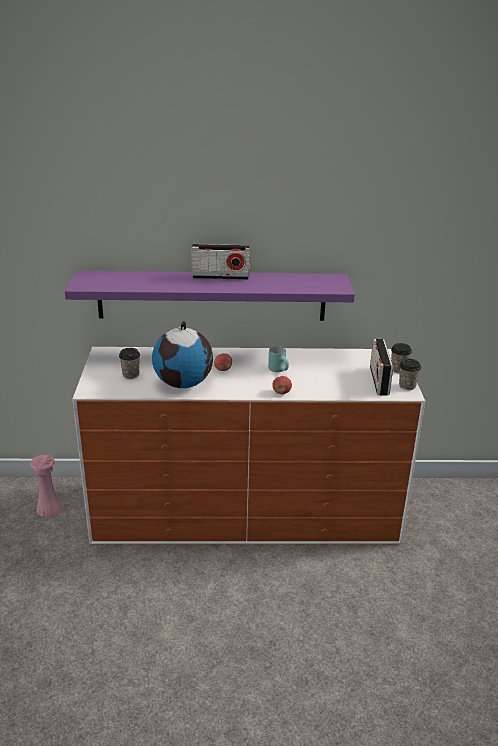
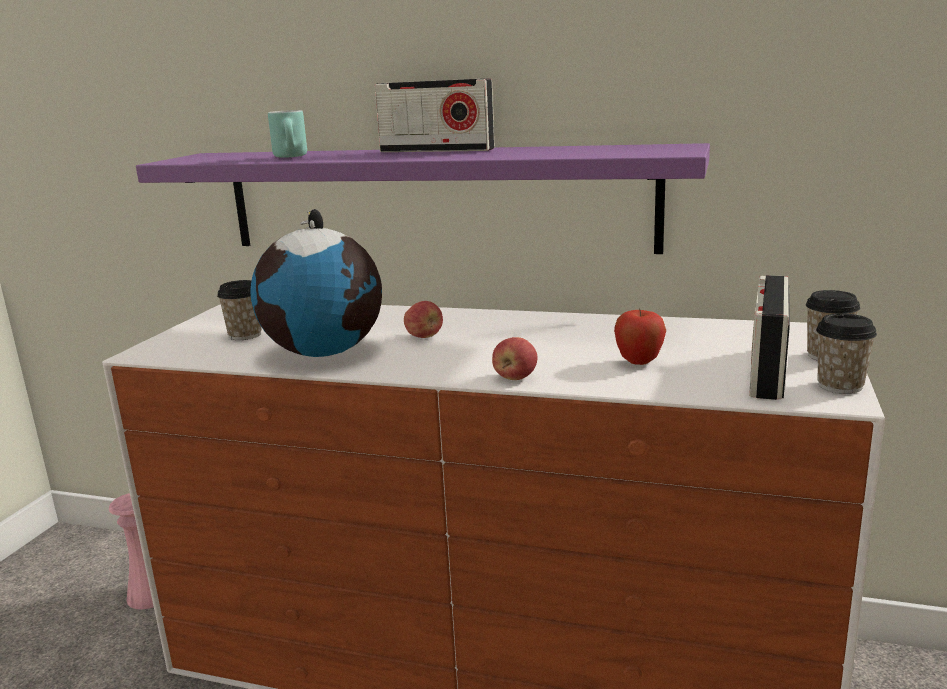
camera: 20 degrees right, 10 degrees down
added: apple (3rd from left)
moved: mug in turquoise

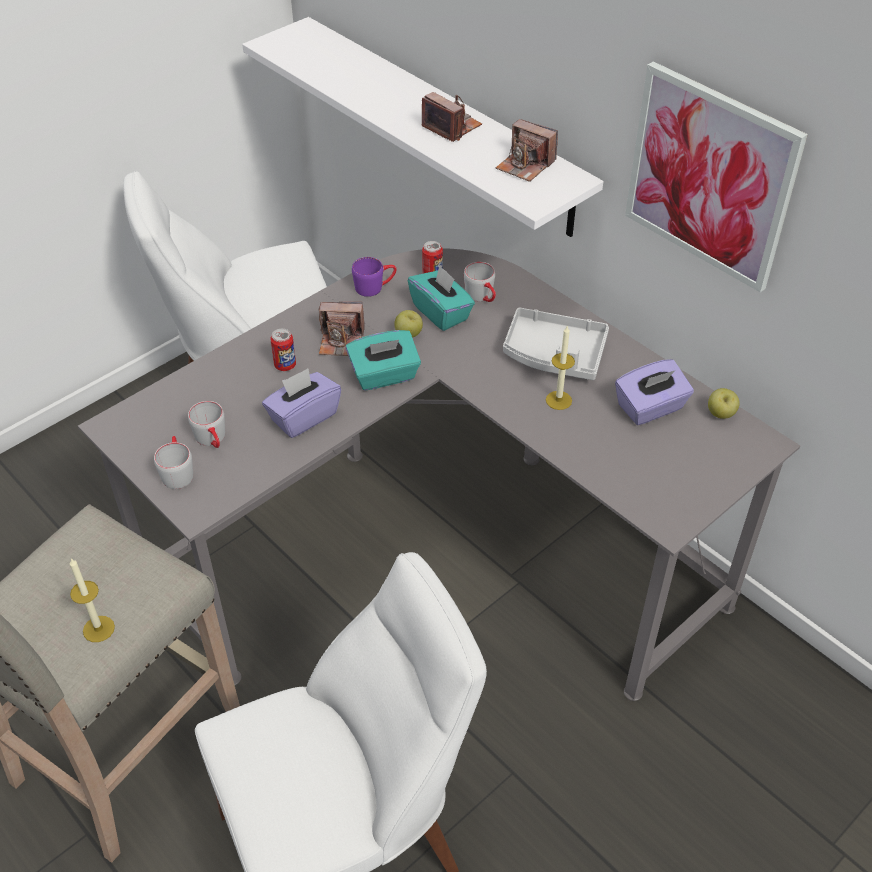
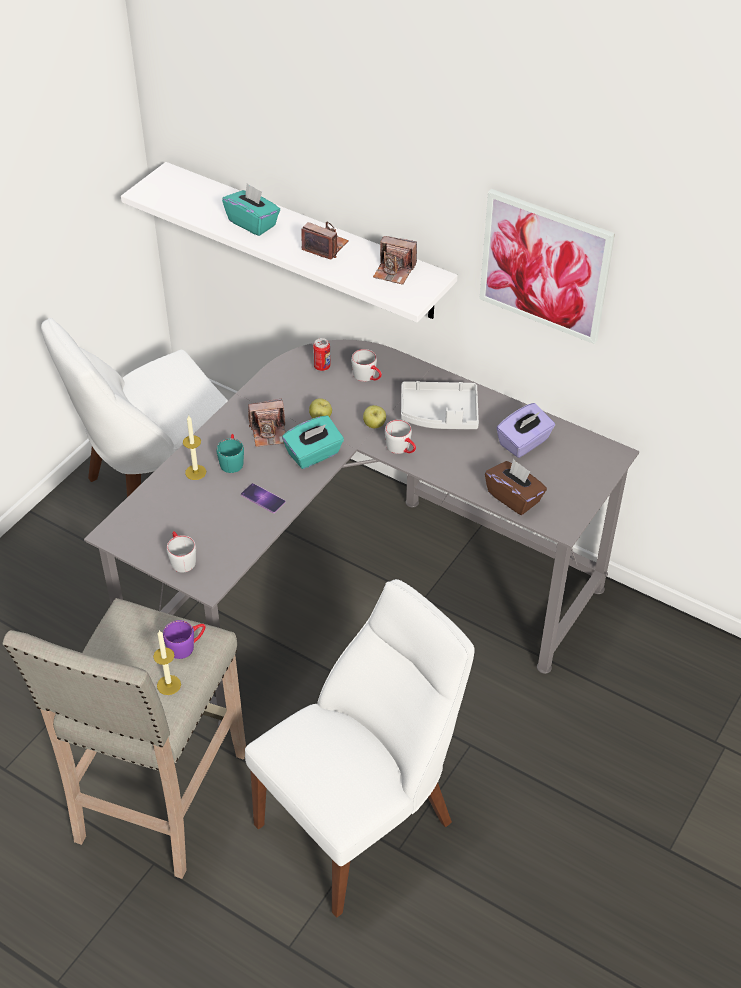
camera: 15 degrees left, 0 degrees up
added: tissue box in brown
moved: mug in grey (2nd from left in the first image) to mug in grey (3rd from left); mug in purple; tissue box in turquoise (2nd from left in the first image) to tissue box in turquoise (1st from left); candle (2nd from left); apple (2nd from left)
replaced: tissue box in purple (1st from left) to phone; can (1st from left) to mug in turquoise

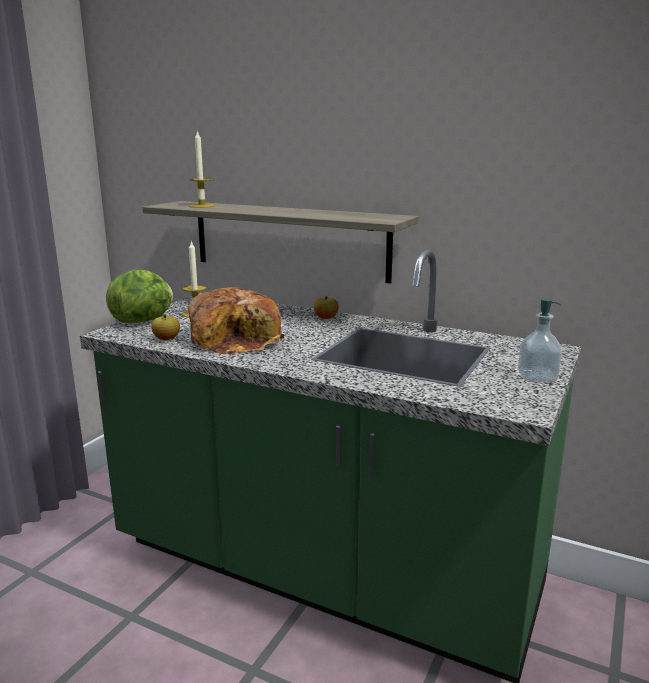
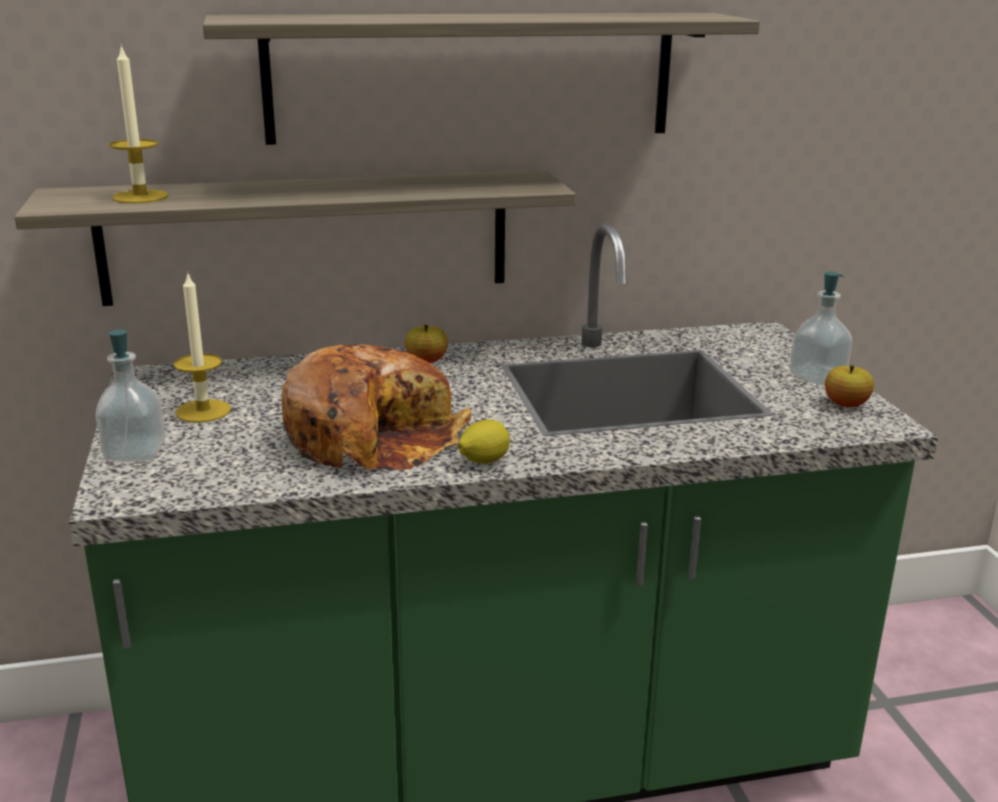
camera: 40 degrees left, 5 degrees up
added: shelf (2nd from left); lemon
moved: apple (1st from left in the first image) to apple (2nd from left)
replaced: lettuce to soap dispenser (1st from left)

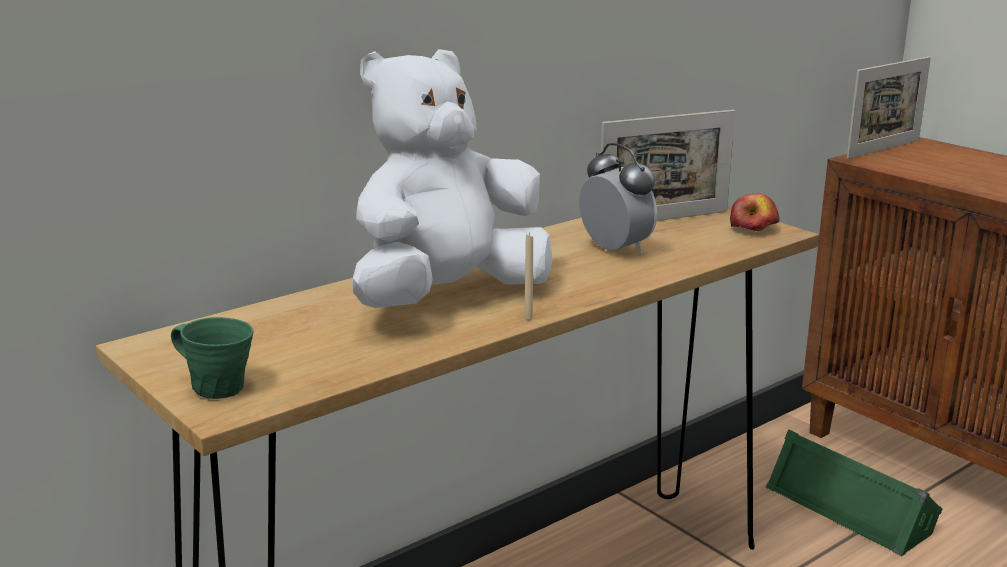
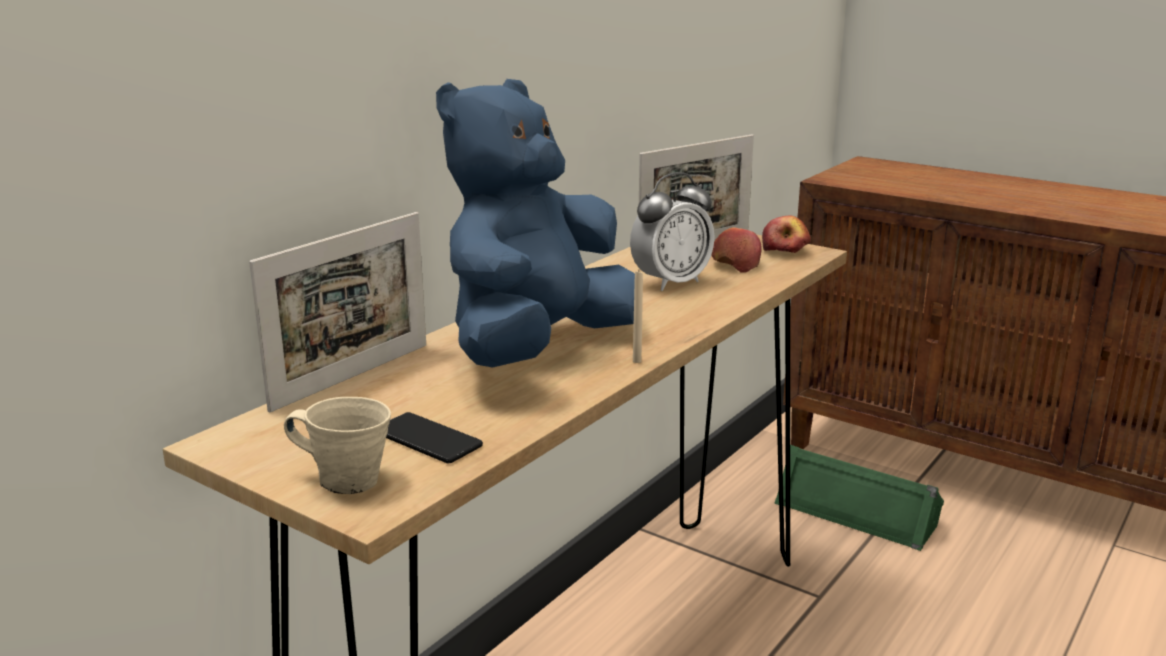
camera: 15 degrees left, 0 degrees up
added: phone; apple (1st from left)
moved: picture frame (2nd from left in the first image) to picture frame (1st from left)
recoloured: mug in green to mug in beige; plush toy in white to plush toy in blue
turned: alarm clock 105 degrees clockwise

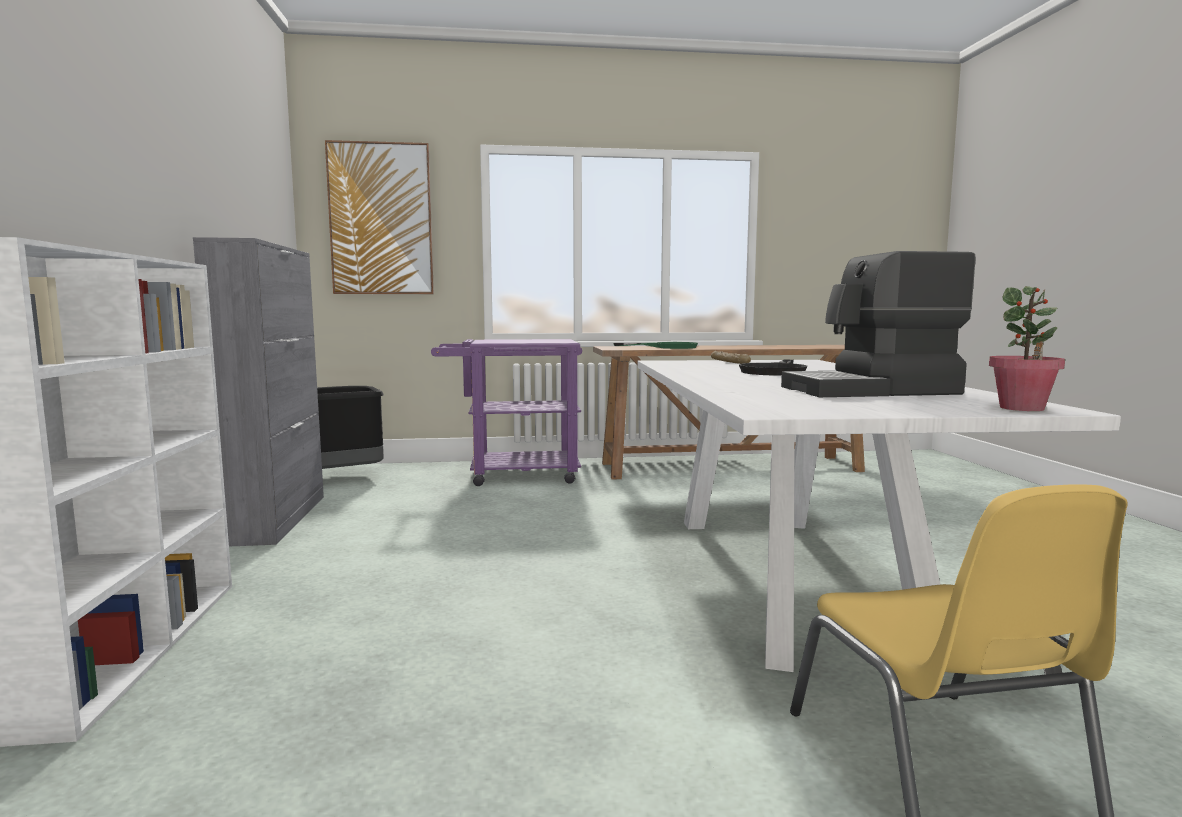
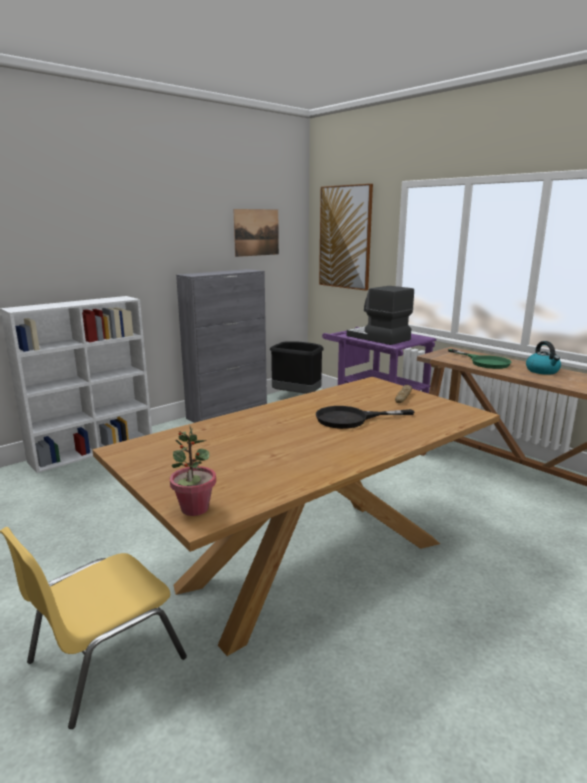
camera: 55 degrees right, 10 degrees up
added: picture (1st from left); kettle
moved: coffee machine
recoloured: dining table in white to dining table in brown

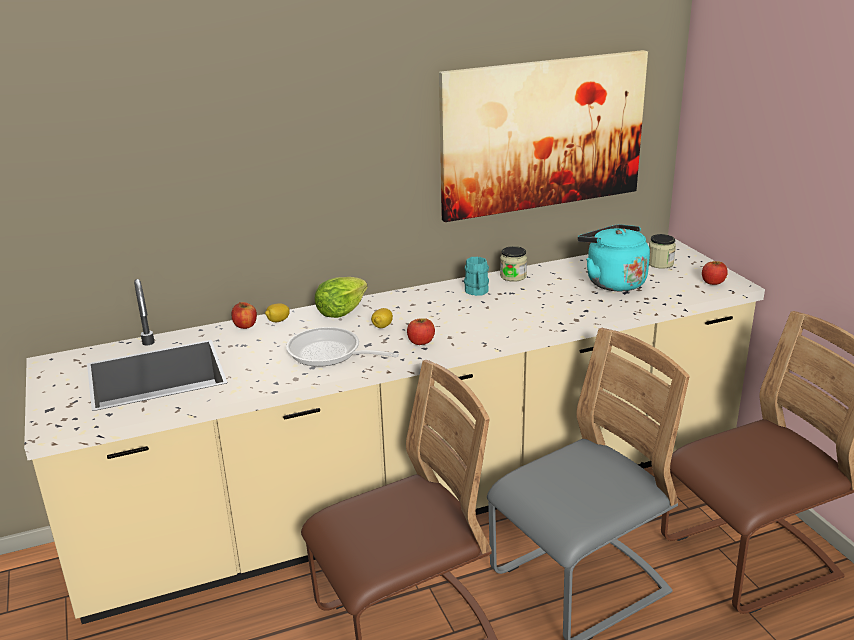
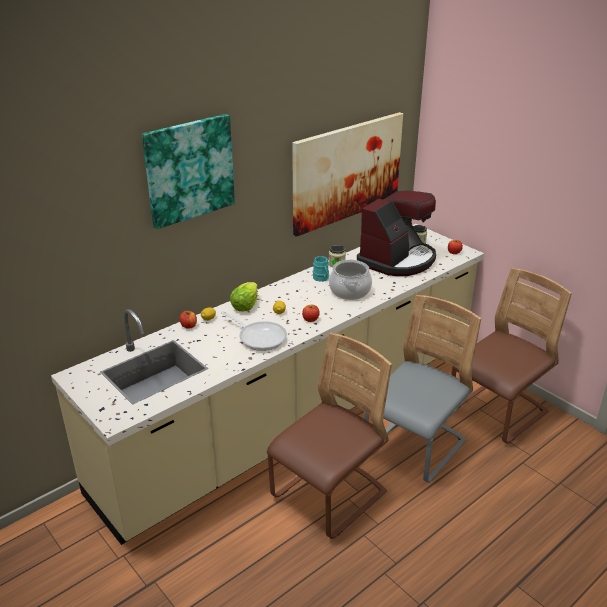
camera: 20 degrees left, 5 degrees up
added: picture (1st from left); cooking pot
replaced: kettle in turquoise to coffee machine
turned: frying pan 150 degrees counterclockwise

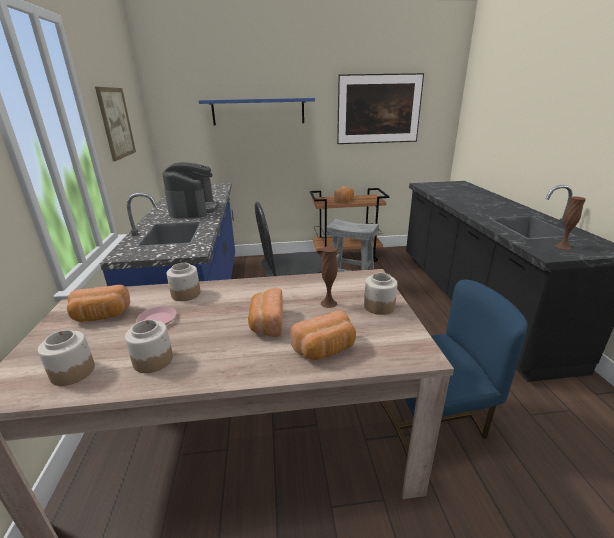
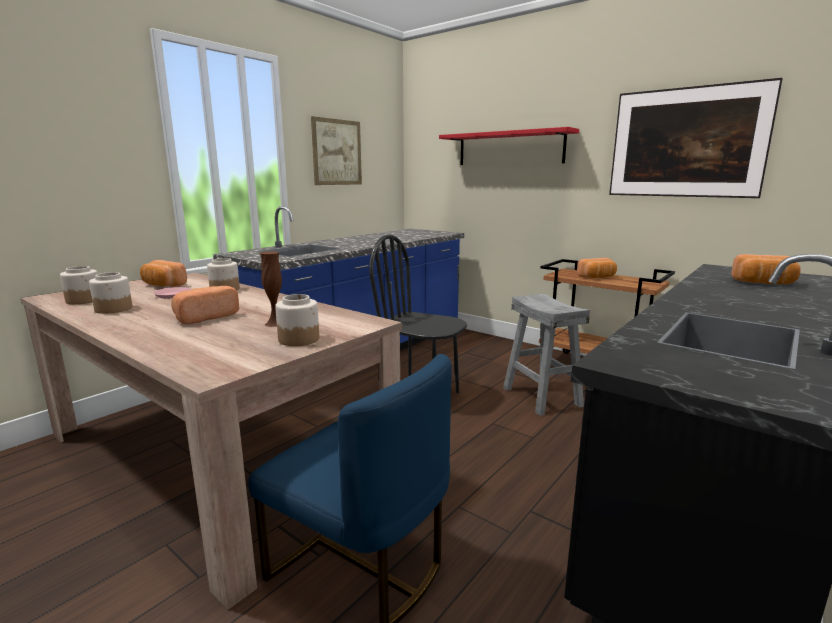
camera: 45 degrees right, 10 degrees down
removed: coffee machine; vase in brown (2nd from left)
moved: bread (3rd from left in the first image) to bread (4th from left)
recoloured: shelf in blue to shelf in red

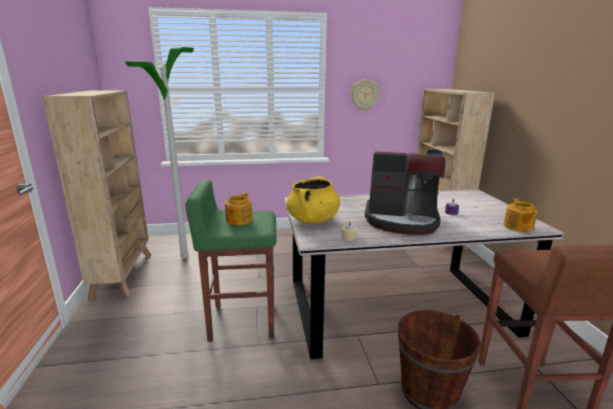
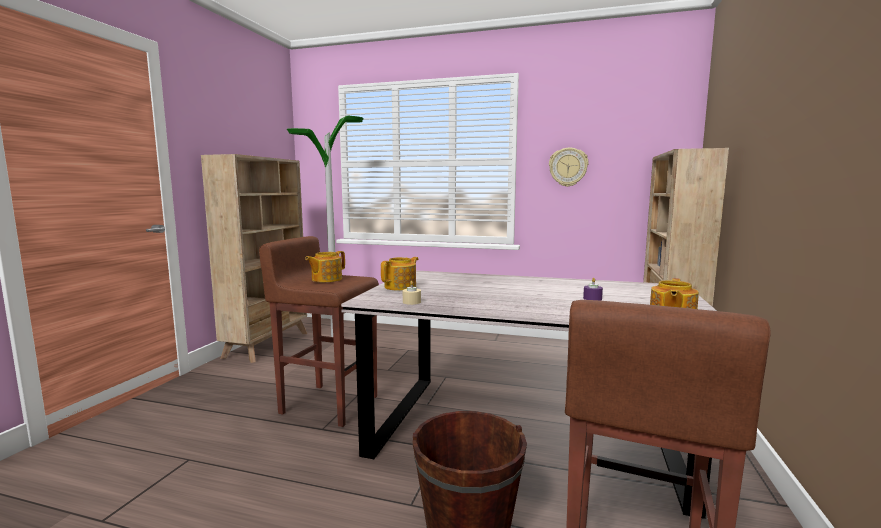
camera: 25 degrees right, 10 degrees down
removed: coffee machine
replaced: cooking pot in yellow to teapot (2nd from left)
recoloured: stool in green to stool in brown (1st from left)

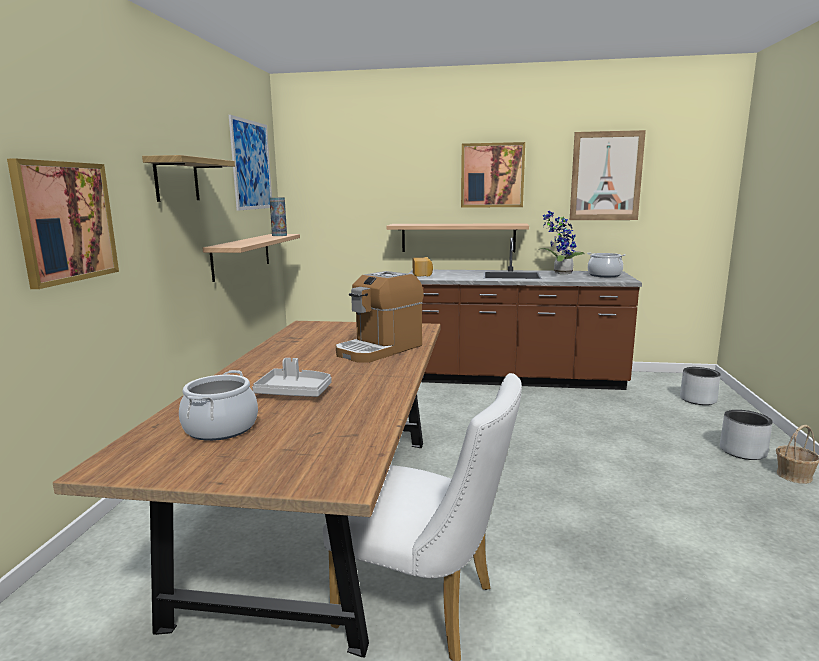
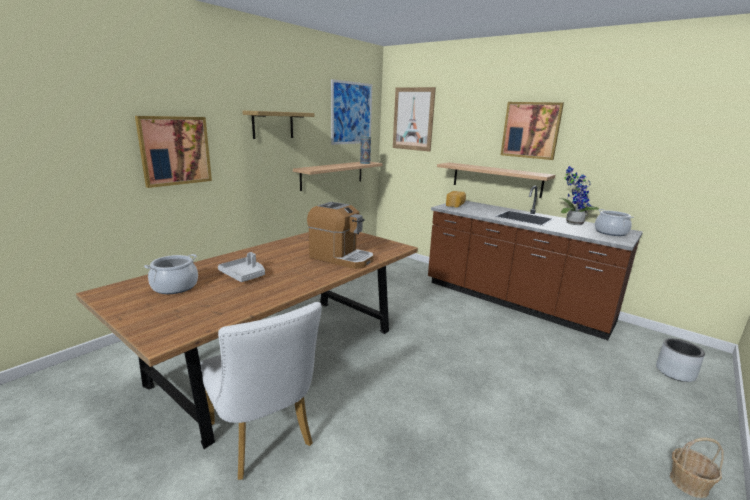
camera: 30 degrees right, 5 degrees up
removed: planter in grey (2nd from left)
moved: picture (4th from left in the first image) to picture (3rd from left)
turned: coffee machine 135 degrees counterclockwise

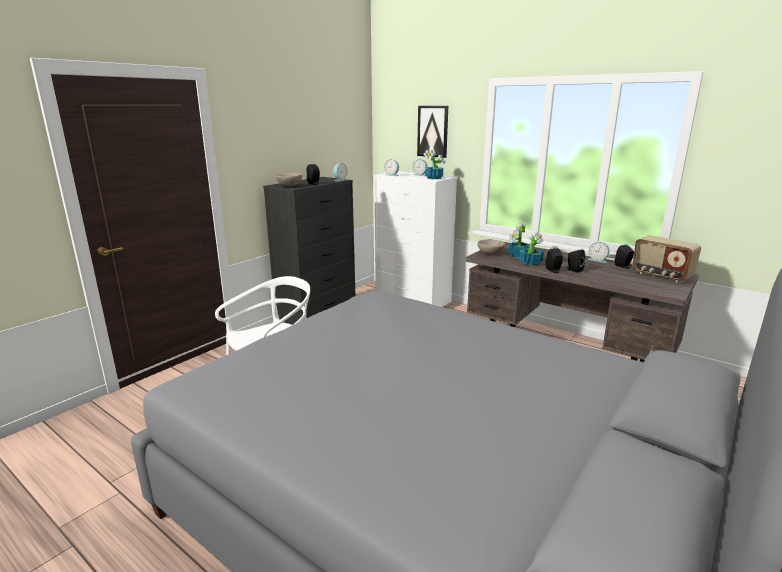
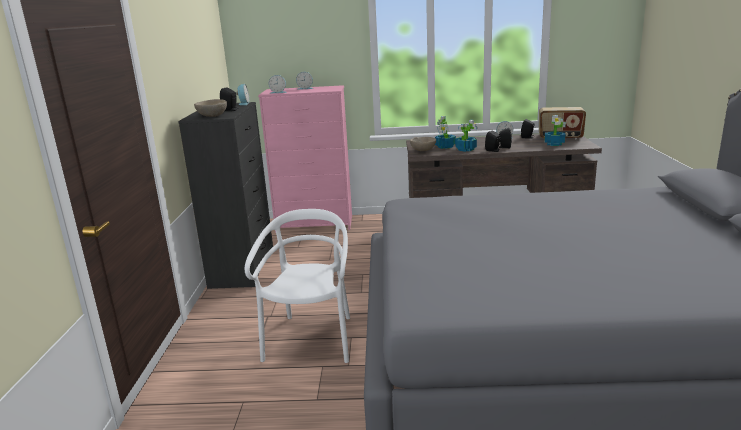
camera: 35 degrees left, 0 degrees up
removed: picture
moved: potted plant (1st from left in the first image) to potted plant (3rd from left)
recoloured: dresser in white to dresser in pink

